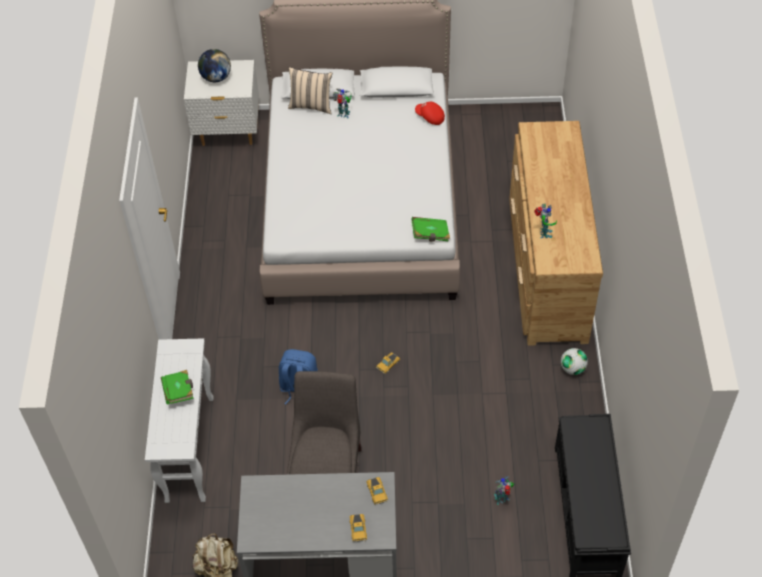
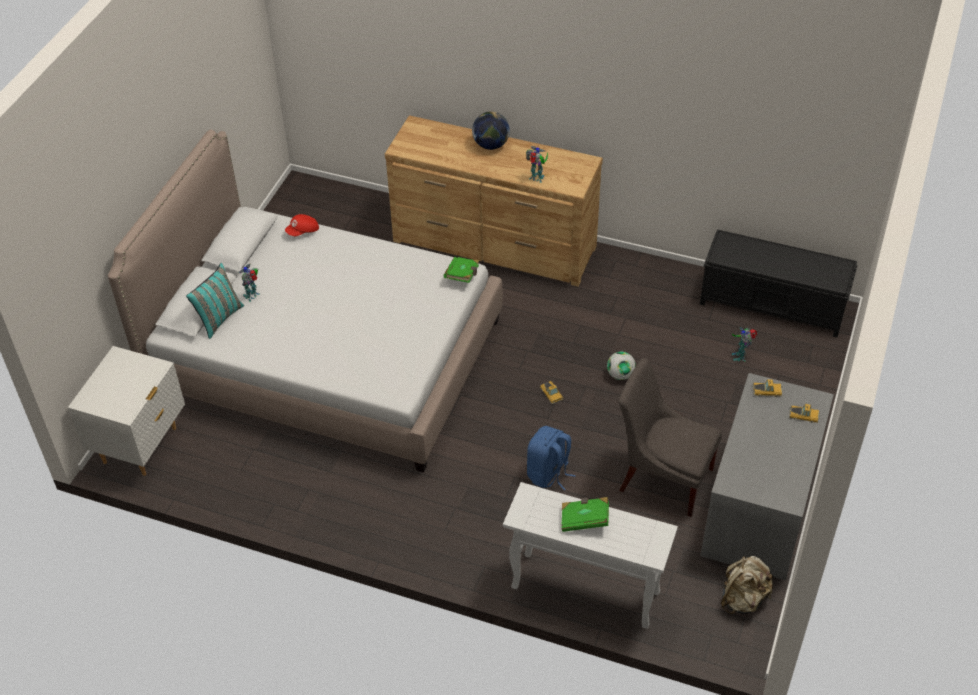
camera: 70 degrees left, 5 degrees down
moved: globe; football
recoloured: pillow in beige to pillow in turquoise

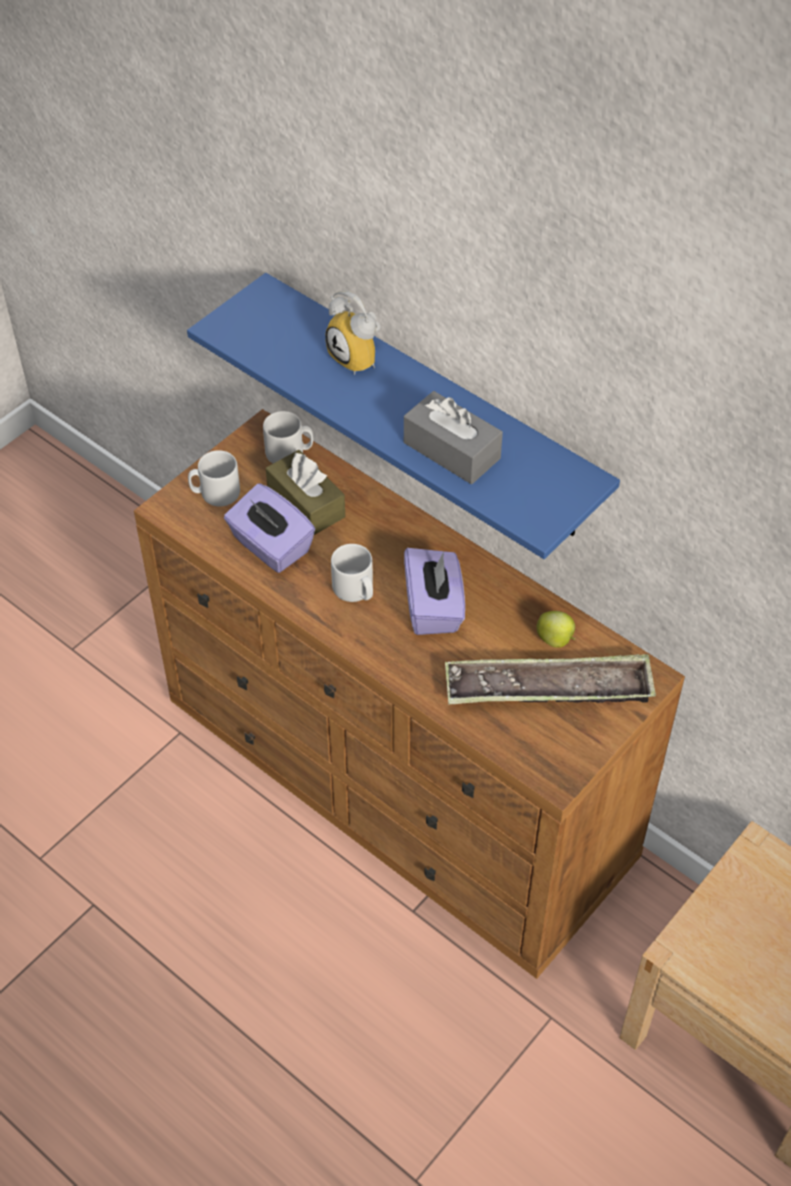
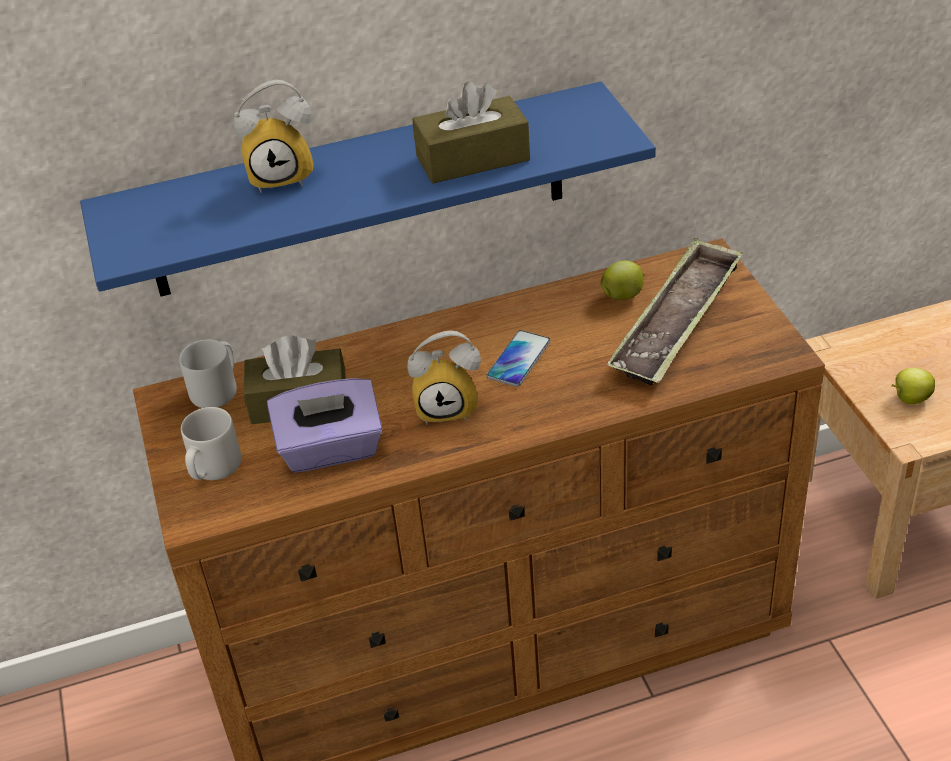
camera: 55 degrees left, 10 degrees down
added: apple (2nd from left)
replaced: mug in grey (3rd from left) to alarm clock (2nd from left); tissue box in purple (2nd from left) to phone
recoloured: tissue box in grey to tissue box in brown (2nd from left)

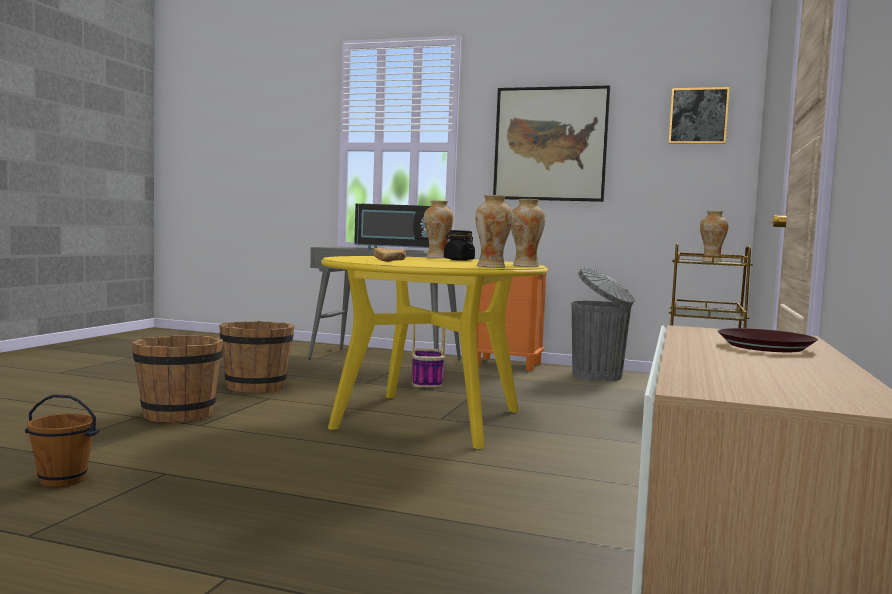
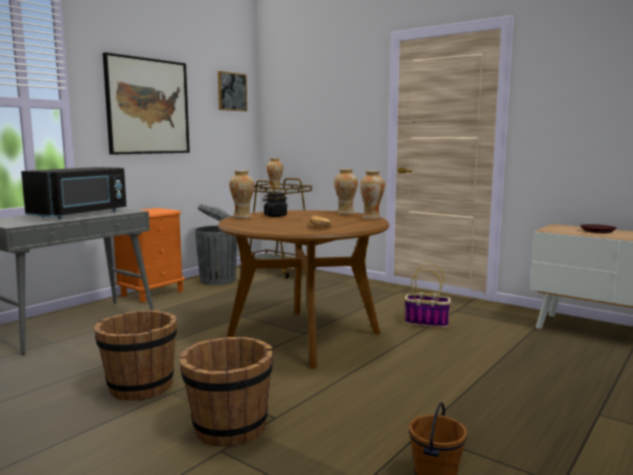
camera: 70 degrees left, 5 degrees up
moved: basket
recoloured: dining table in yellow to dining table in brown

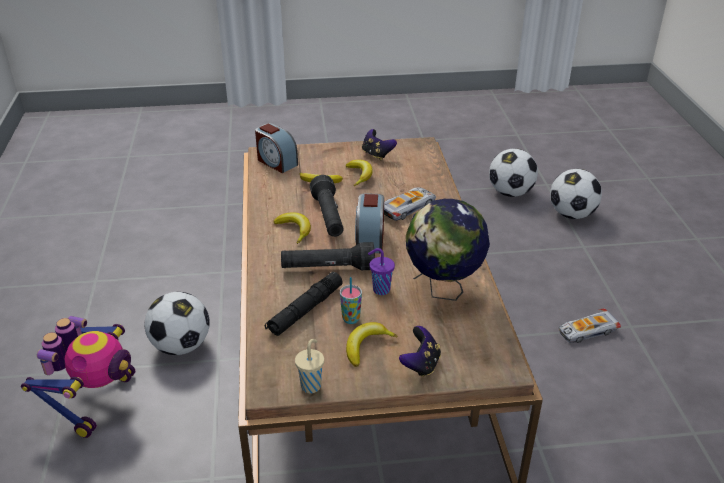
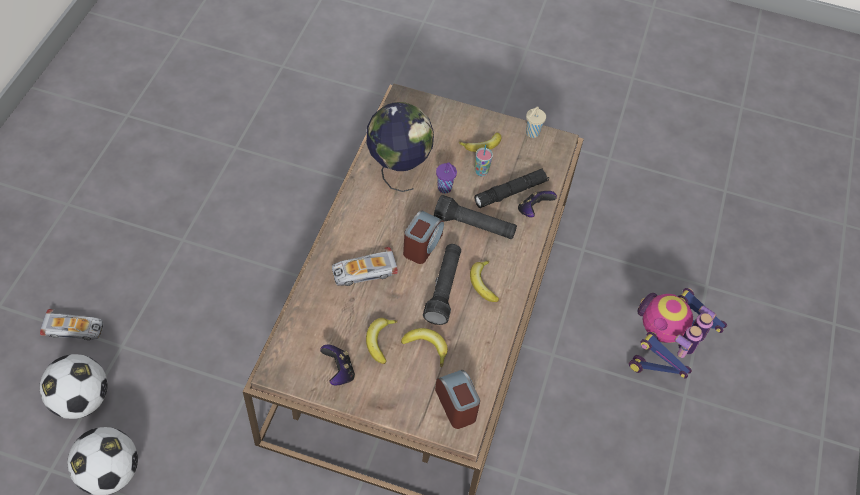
camera: 160 degrees left, 20 degrees up
removed: football (1st from left)
moved: game controller (2nd from left); toy car (2nd from left in the first image) to toy car (1st from left)

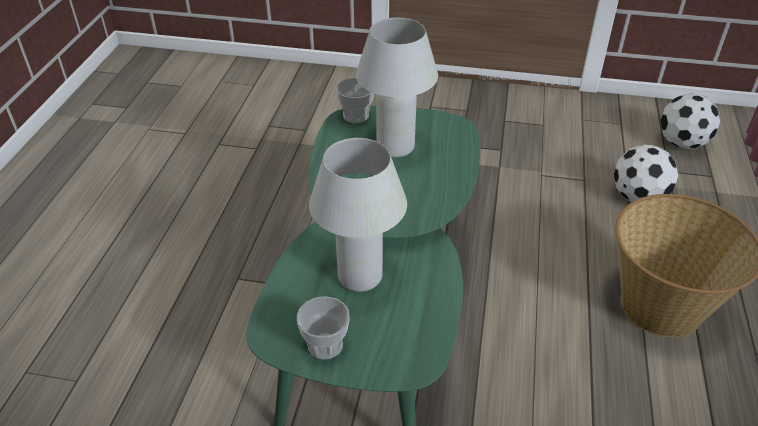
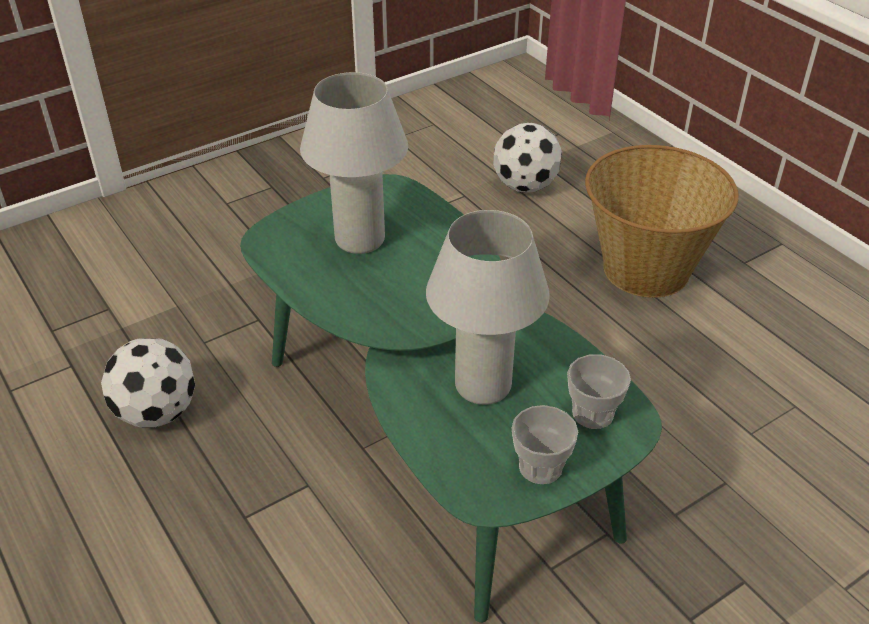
camera: 45 degrees left, 0 degrees up
moved: cup (2nd from left); football (2nd from left in the first image) to football (1st from left)

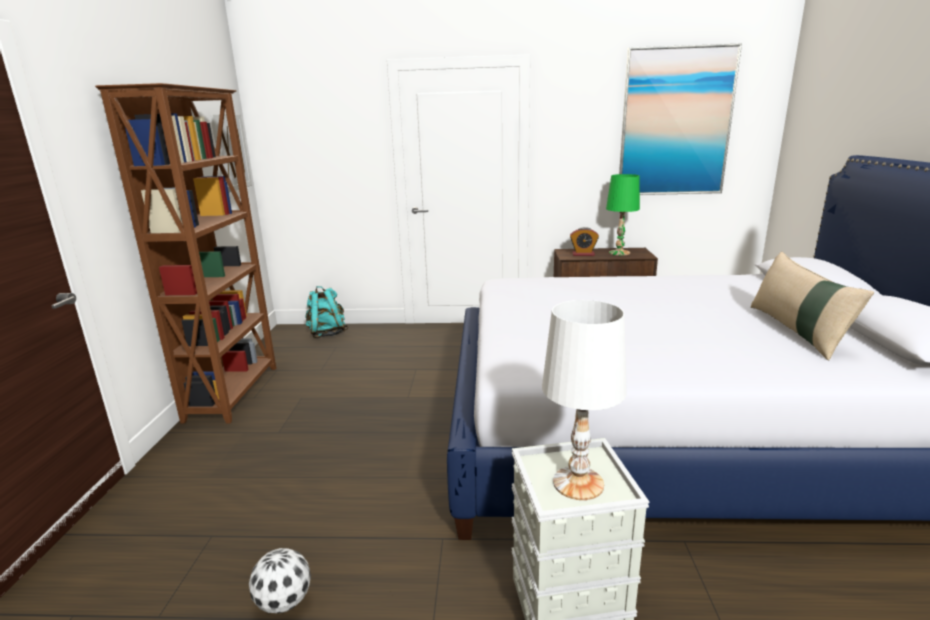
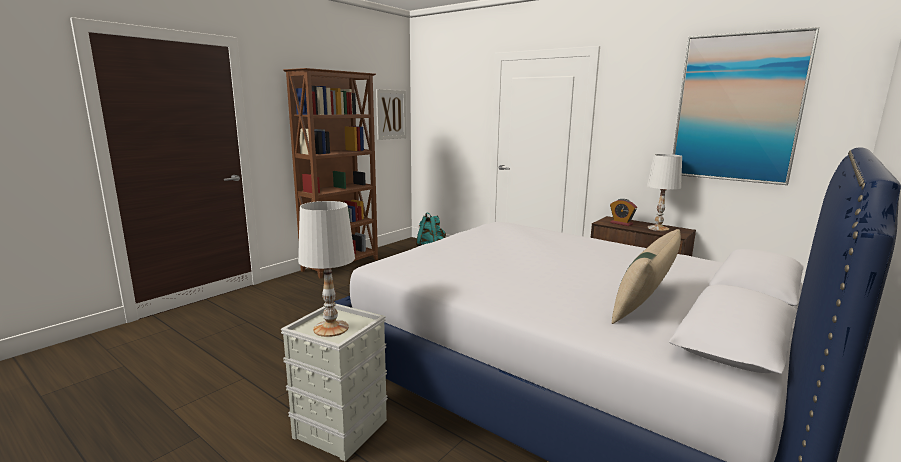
camera: 35 degrees right, 5 degrees down
removed: football
recoloured: table lamp in green to table lamp in white (2nd from left)

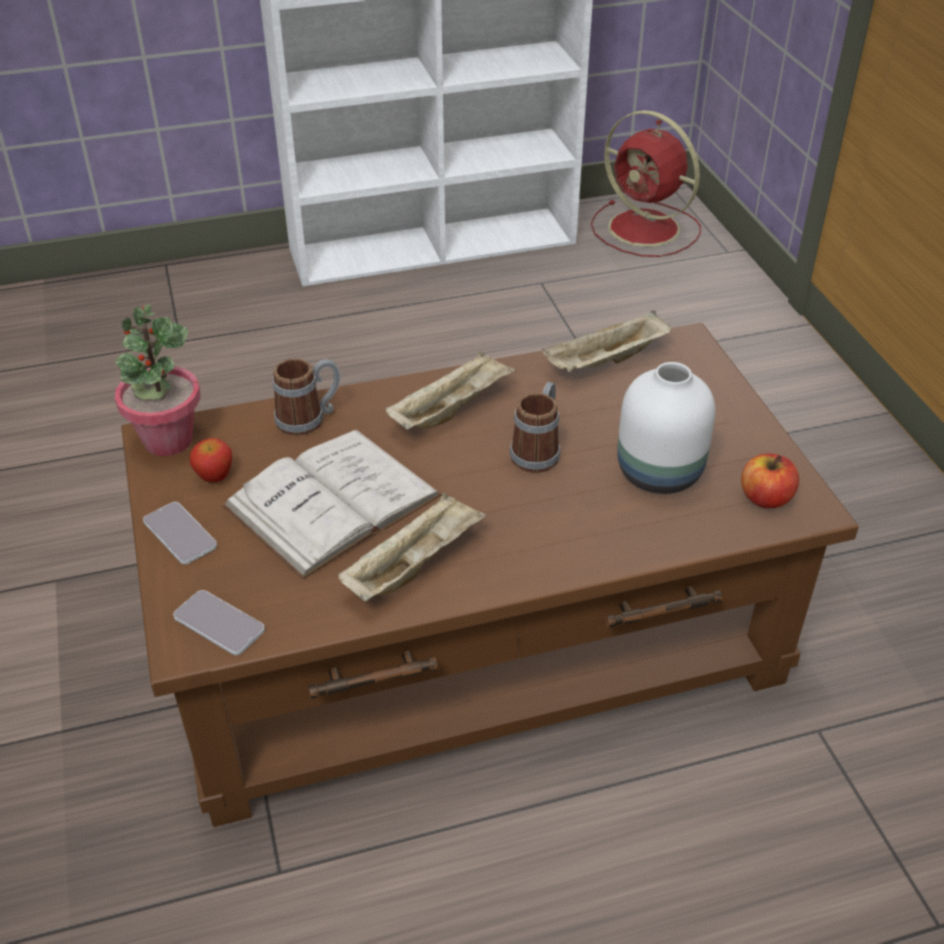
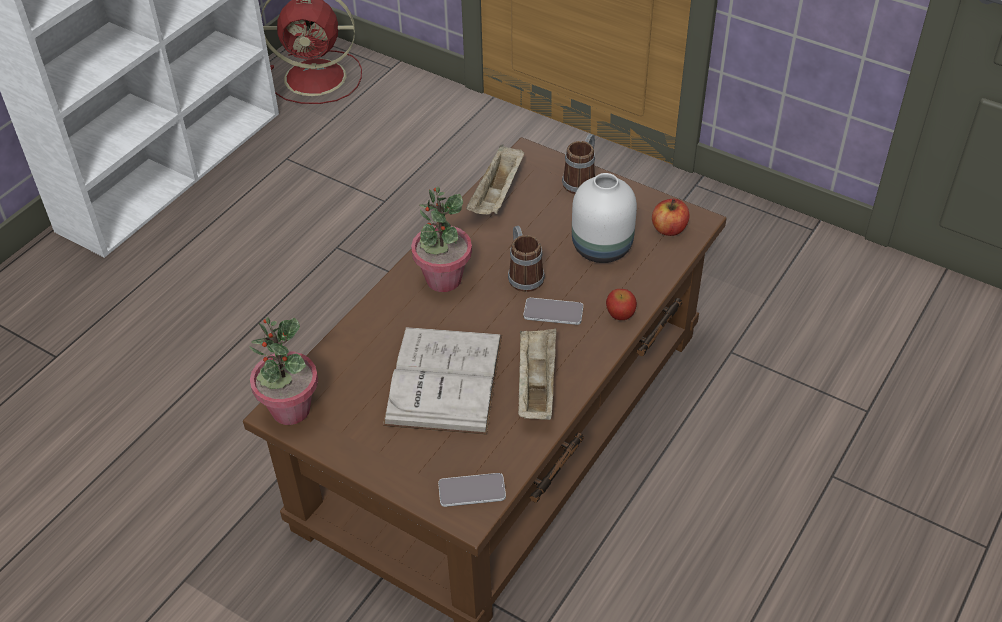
camera: 40 degrees left, 5 degrees up
moved: phone (1st from left in the first image) to phone (2nd from left); apple (1st from left); mug (1st from left in the first image) to mug (2nd from left)
replaced: tray in beige (2nd from left) to potted plant (2nd from left)

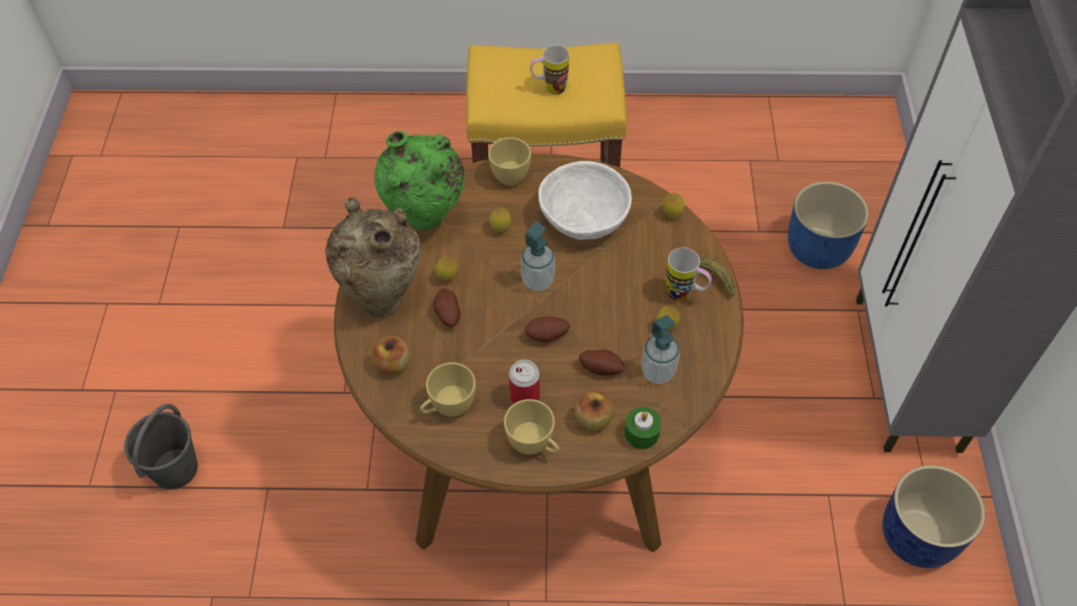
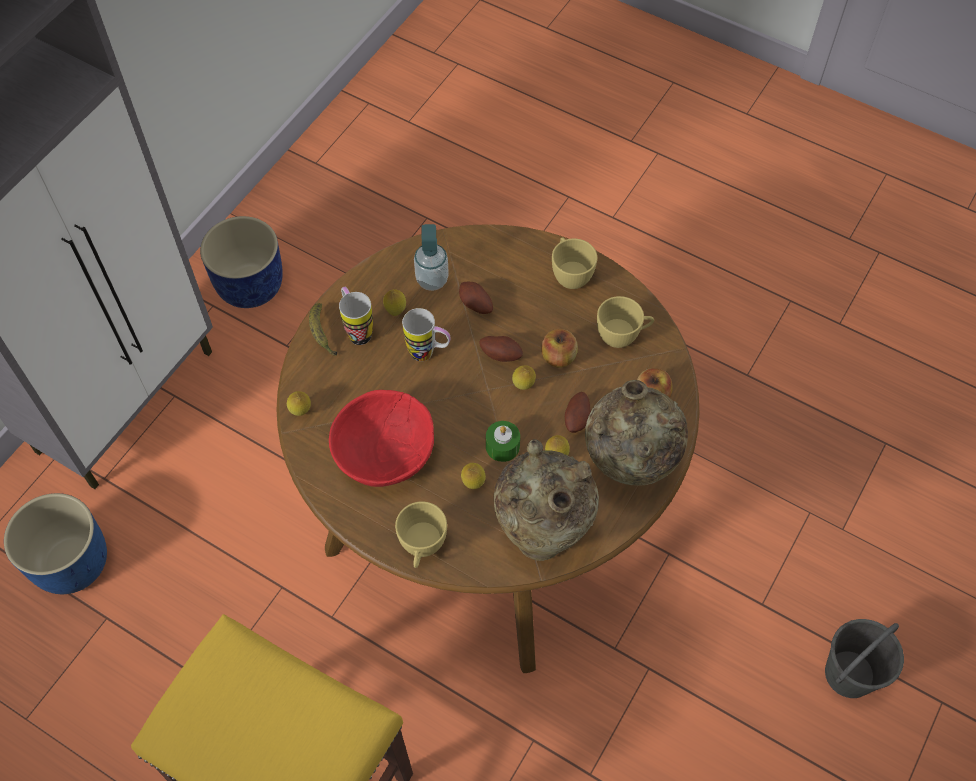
camera: 150 degrees left, 5 degrees up
removed: can; soap dispenser (1st from left)
added: lemon (4th from left)
moved: mug (1st from left in the first image) to mug (2nd from left); apple (2nd from left in the first image) to apple (1st from left); candle in green
recoloured: vase in green to vase in beige (1st from left); bowl in white to bowl in red

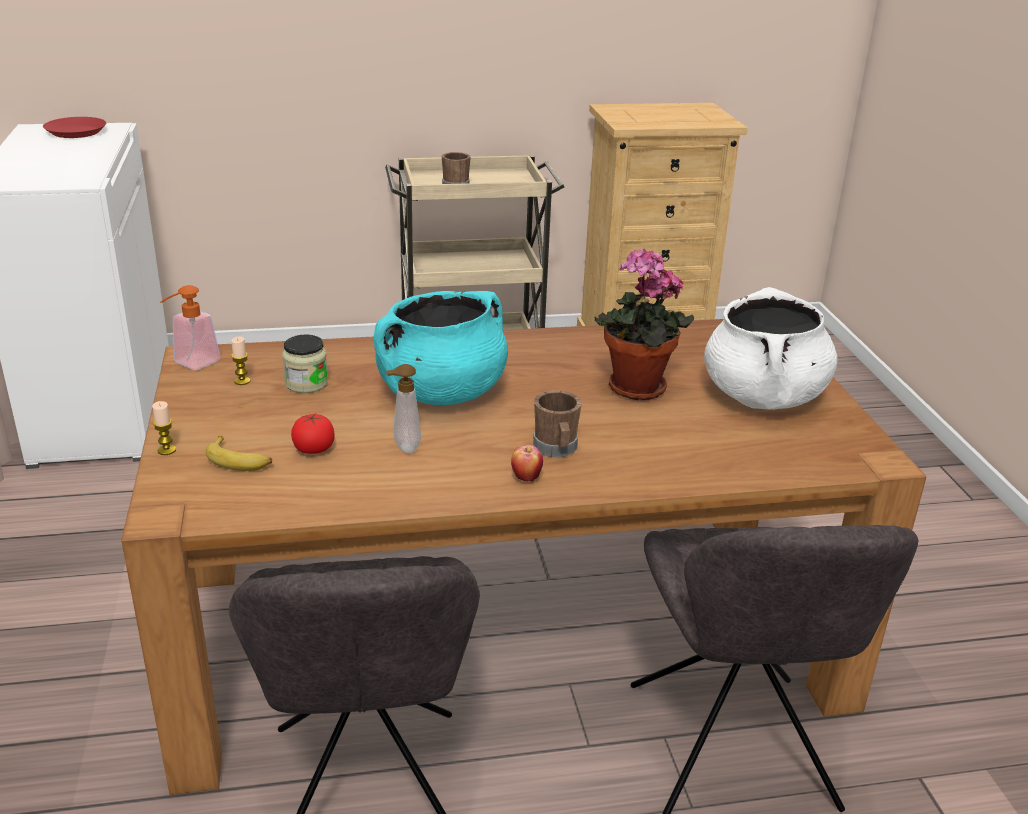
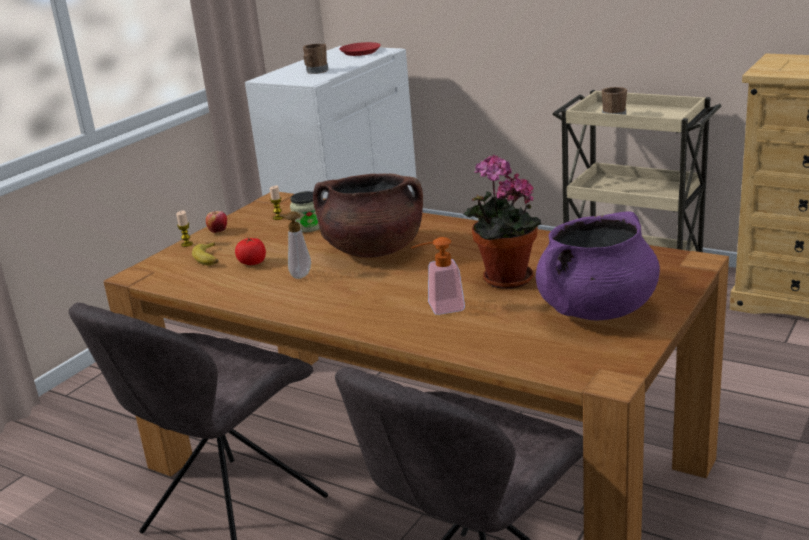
camera: 45 degrees right, 5 degrees down
moved: soap dispenser (1st from left in the first image) to soap dispenser (2nd from left); apple; mug in brown (2nd from left in the first image) to mug in brown (1st from left)
recoloured: cooking pot in turquoise to cooking pot in brown; cooking pot in white to cooking pot in purple

